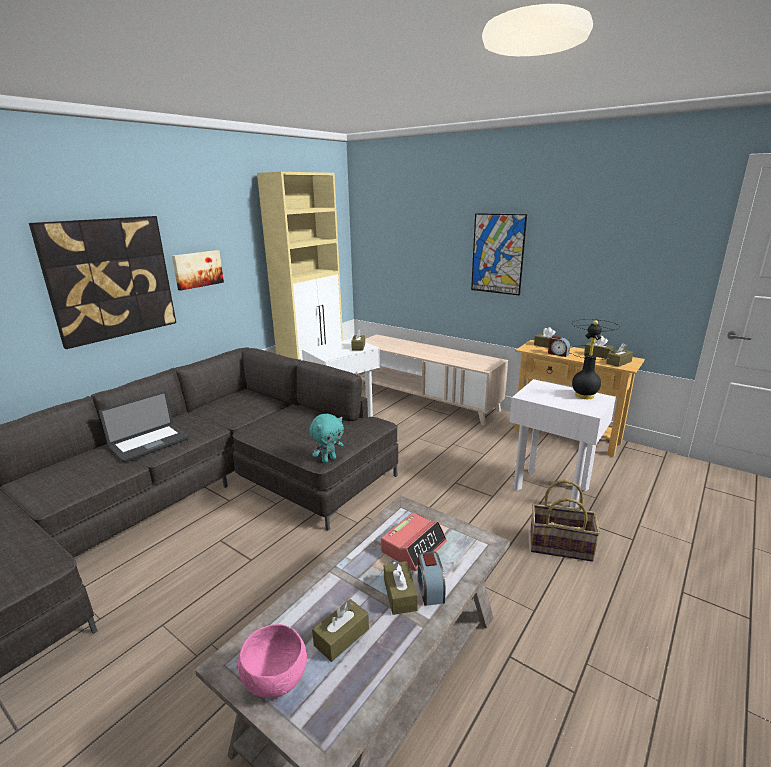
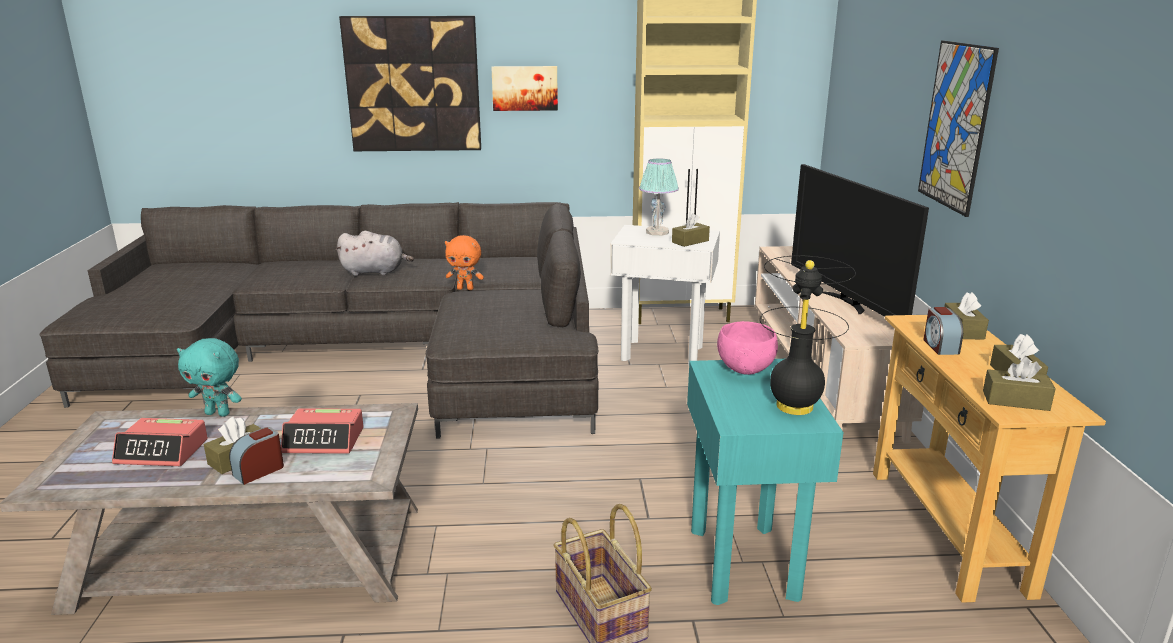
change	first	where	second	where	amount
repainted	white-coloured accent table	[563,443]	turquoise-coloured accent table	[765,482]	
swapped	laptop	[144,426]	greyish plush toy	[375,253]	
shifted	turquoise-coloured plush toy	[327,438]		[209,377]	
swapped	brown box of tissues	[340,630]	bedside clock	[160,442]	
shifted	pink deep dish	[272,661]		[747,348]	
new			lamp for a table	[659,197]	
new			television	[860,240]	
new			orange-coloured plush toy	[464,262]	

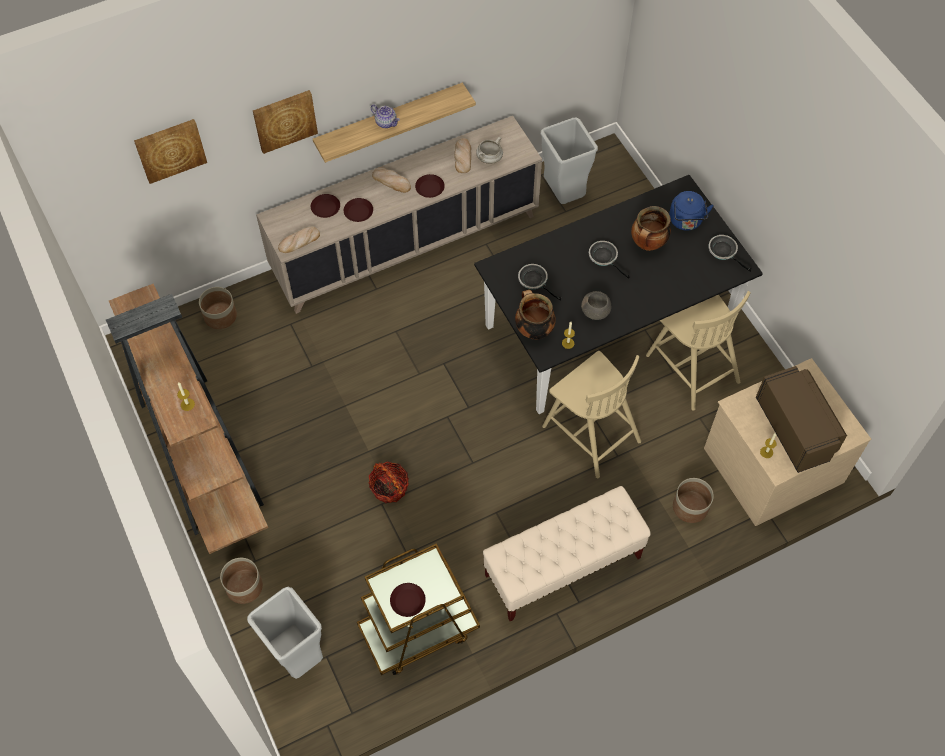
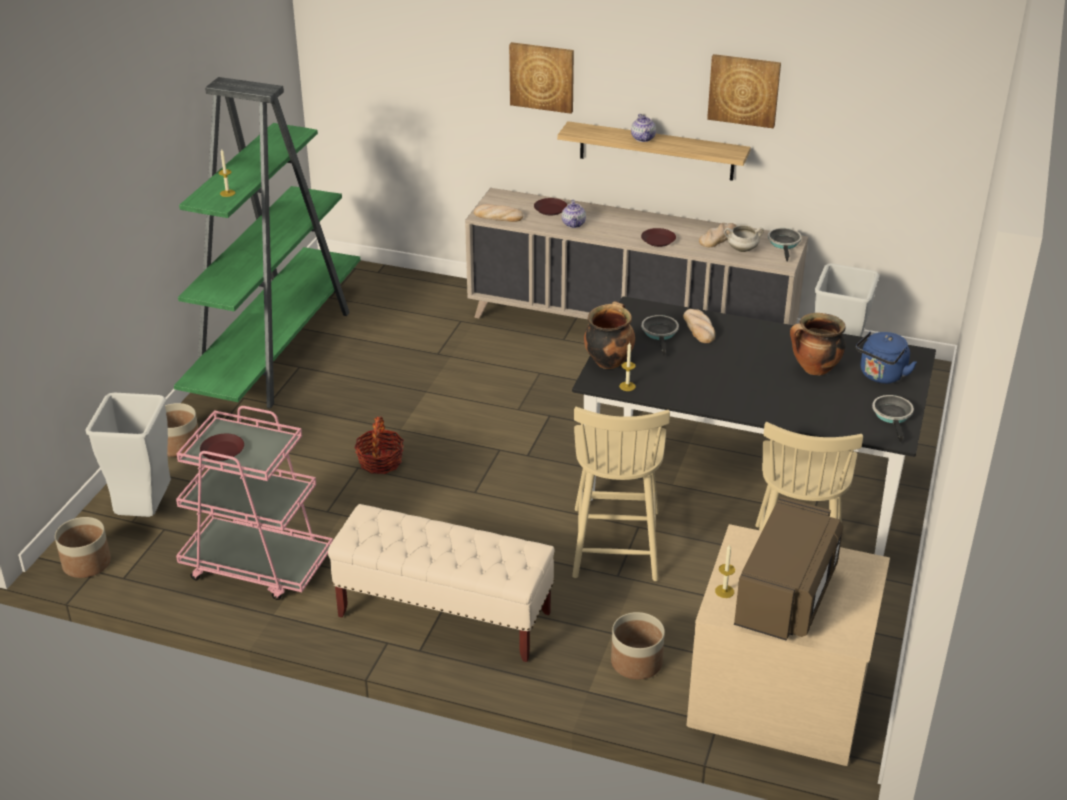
change	first	where	second	where	amount
shifted	picture	[170,151]		[744,91]	
shifted	baked bread	[391,180]		[699,326]	
swapped	brown dinner plate	[358,210]	pot for tea	[574,214]	
shifted	skillet	[609,260]		[785,245]	
repainted	brown bookshelf	[187,419]	green bookshelf	[267,243]	
shifted	plant pot	[218,308]		[83,547]	
gone	greyish deep dish	[596,305]			
repainted	brown cart	[418,609]	pink cart	[254,503]	

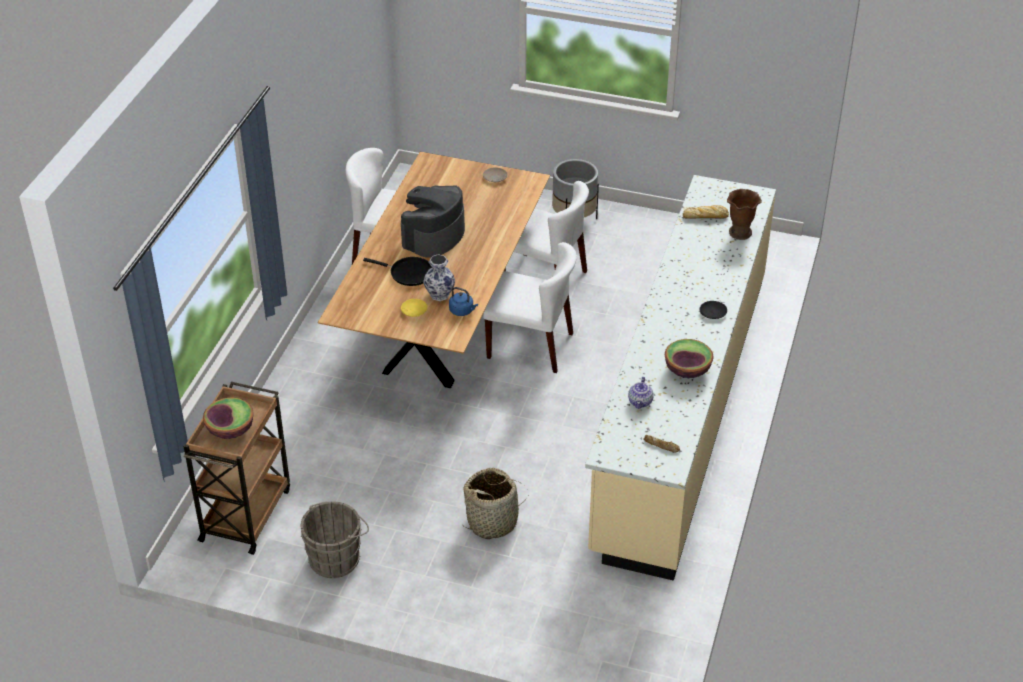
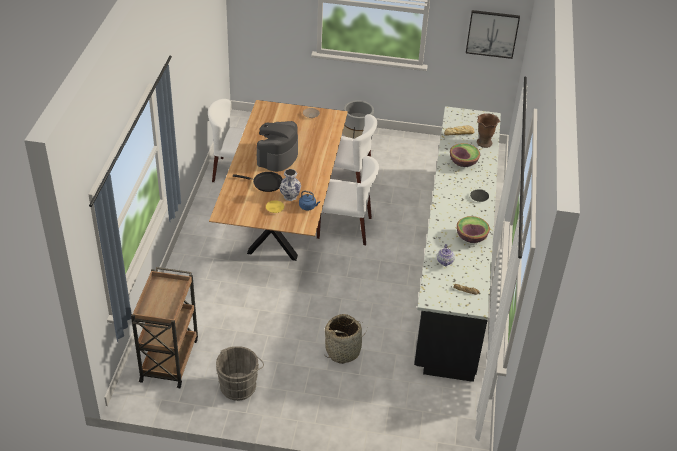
change	first	where	second	where	amount
repainted	sand-coloured counter	[680,378]	blackish counter	[457,244]	
shifted	deep dish	[228,418]		[465,155]	
new			picture	[493,34]	

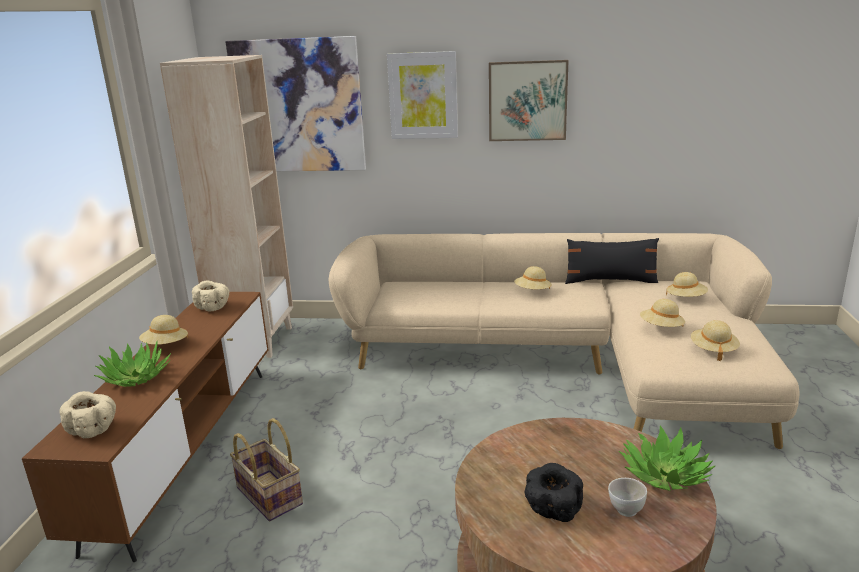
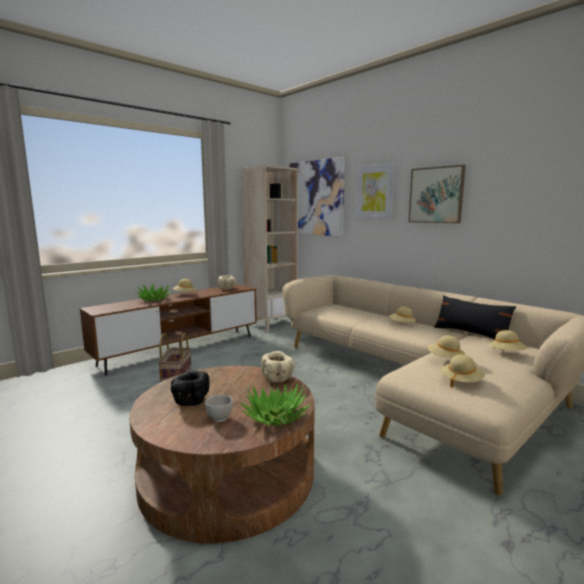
change	first	where	second	where	amount
shifted	sand-coloured deep dish	[87,414]		[278,366]	

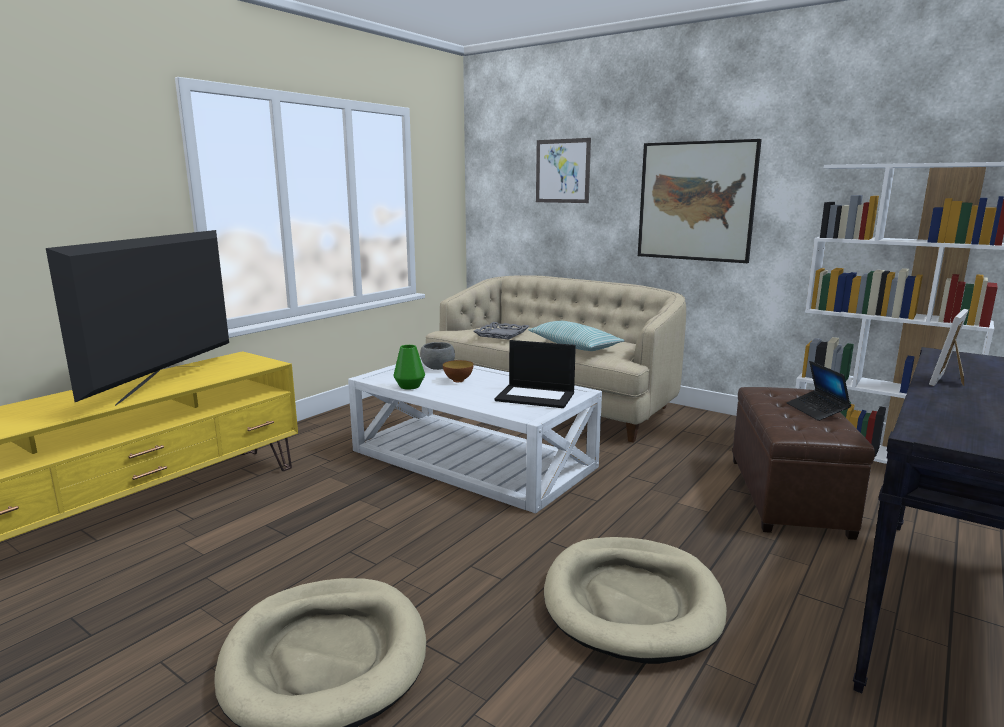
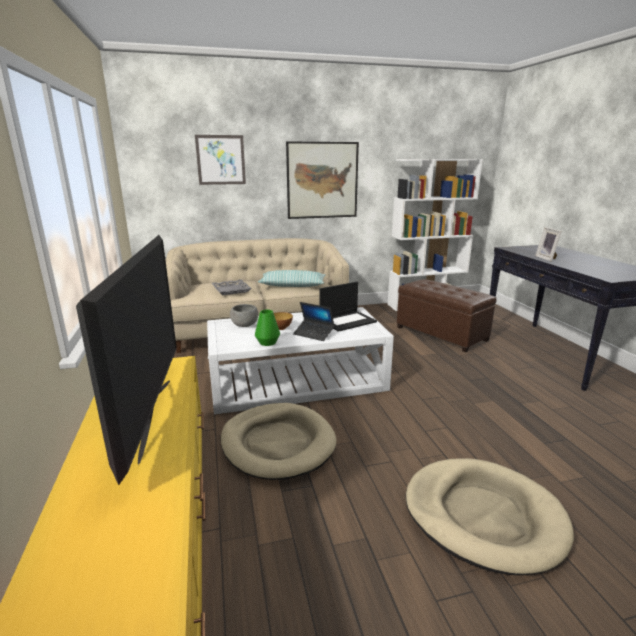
change	first	where	second	where	amount
rotated	television	[137,318]		[126,360]	150 degrees counterclockwise
shifted	laptop	[819,391]		[314,321]	
shifted	sand-coloured pet bed	[635,600]		[278,441]	

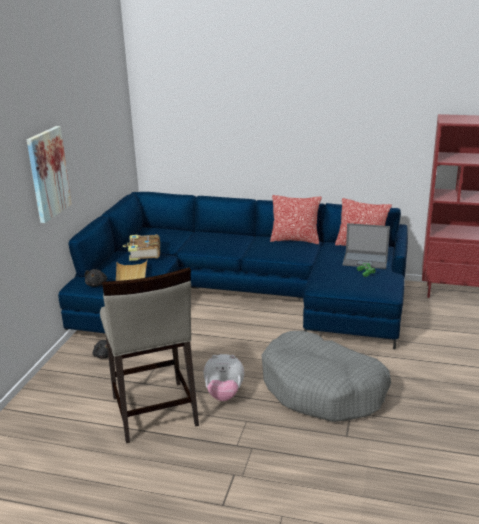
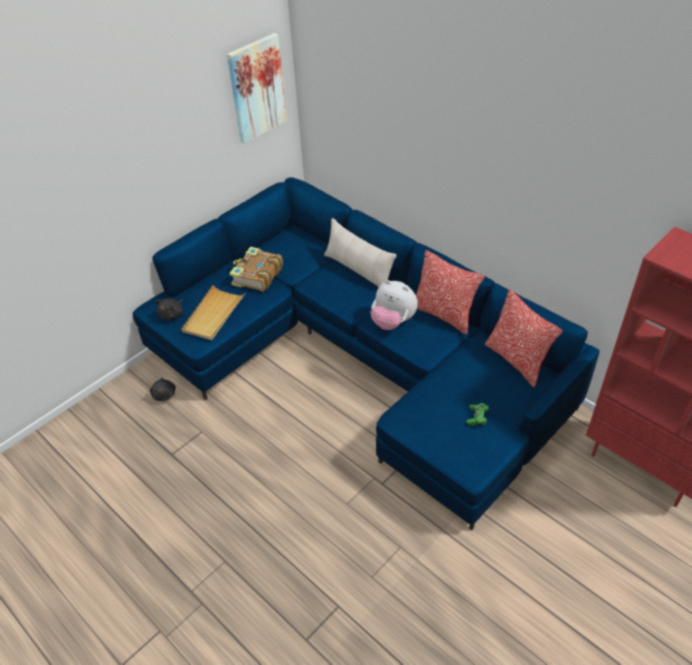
change	first	where	second	where	amount
shifted	picture	[49,174]		[257,88]	
gone	laptop	[366,246]			
gone	sand-coloured stool	[149,355]			
gone	greyish pet bed	[326,376]			
shifted	plush toy	[224,377]		[394,305]	
new			sand-coloured pillow	[360,252]	

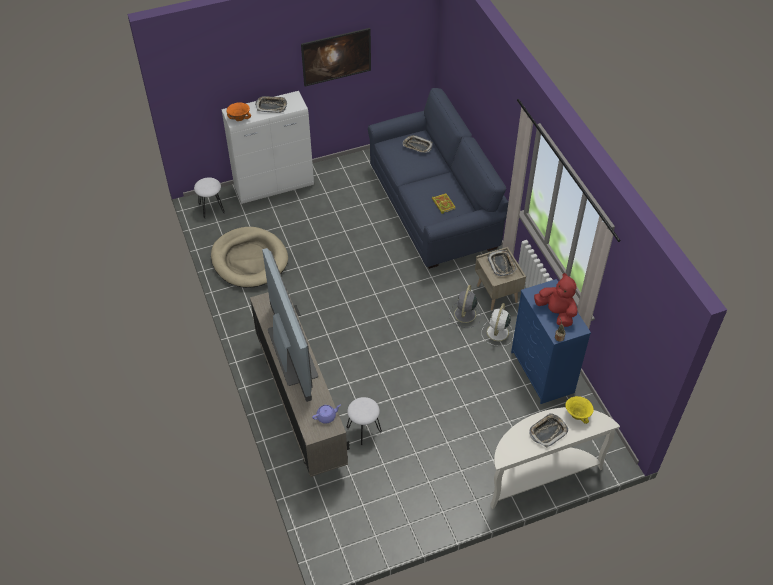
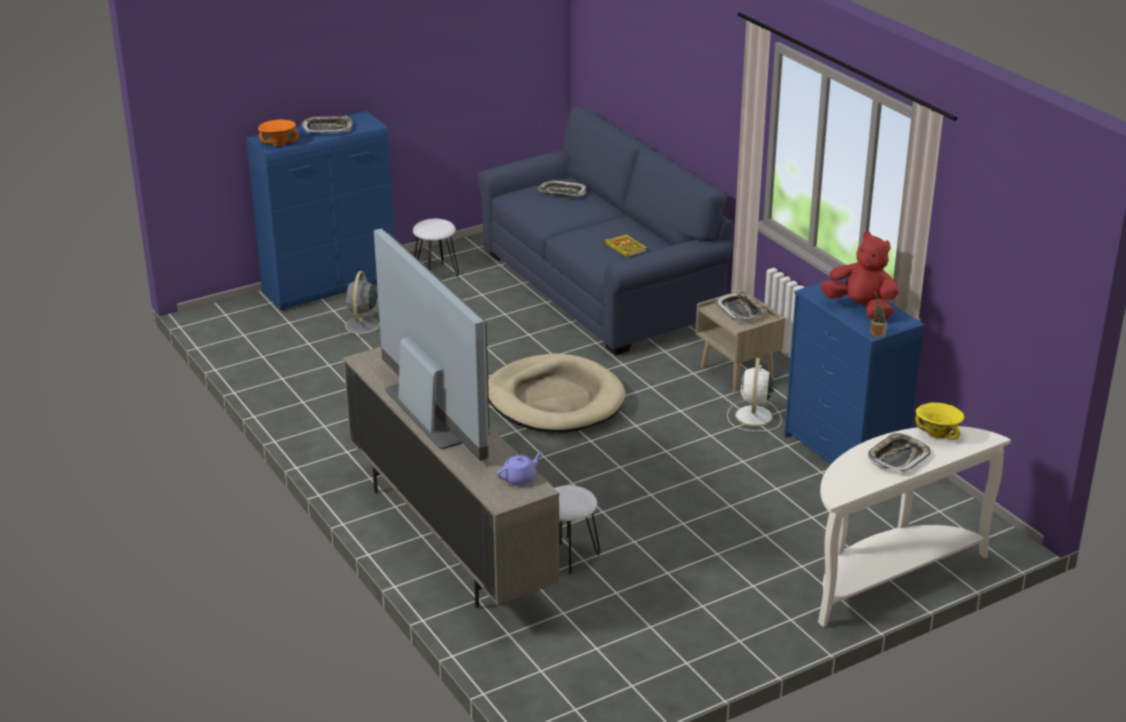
change	first	where	second	where	amount
gone	picture	[336,57]			
repainted	white-coloured storage cabinet	[267,147]	blue storage cabinet	[320,210]	
shifted	white-coloured stool	[209,197]		[436,247]	
shifted	sand-coloured pet bed	[249,257]		[556,393]	
shifted	greyish electric fan	[465,306]		[358,304]	

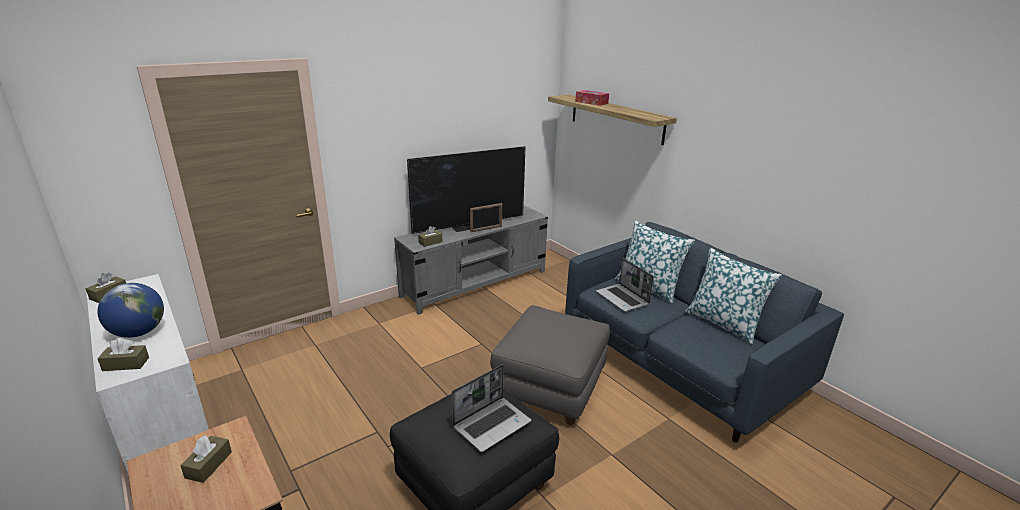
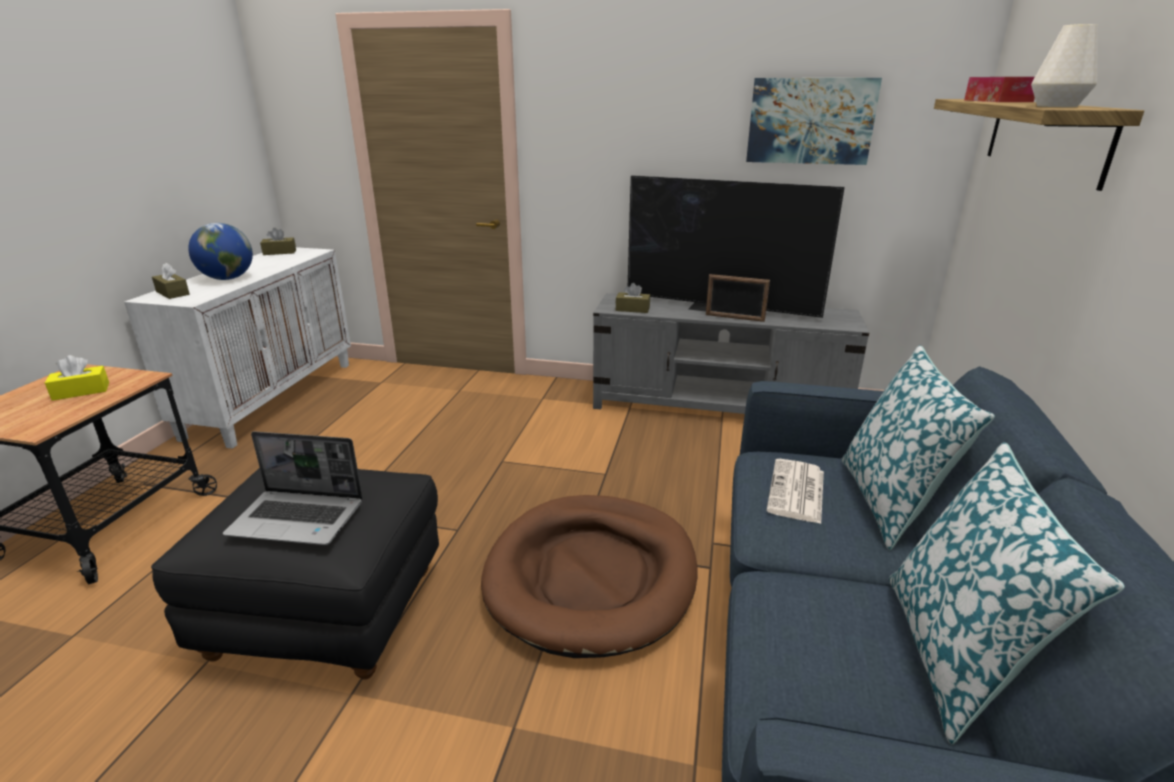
change	first	where	second	where	amount
swapped	laptop	[625,285]	daily paper	[795,491]	
swapped	greyish ottoman	[550,365]	brown pet bed	[589,576]	
repainted	brown box of tissues	[206,459]	yellow box of tissues	[77,378]	
new			white-coloured decorative vase	[1064,65]	
new			picture	[814,121]	

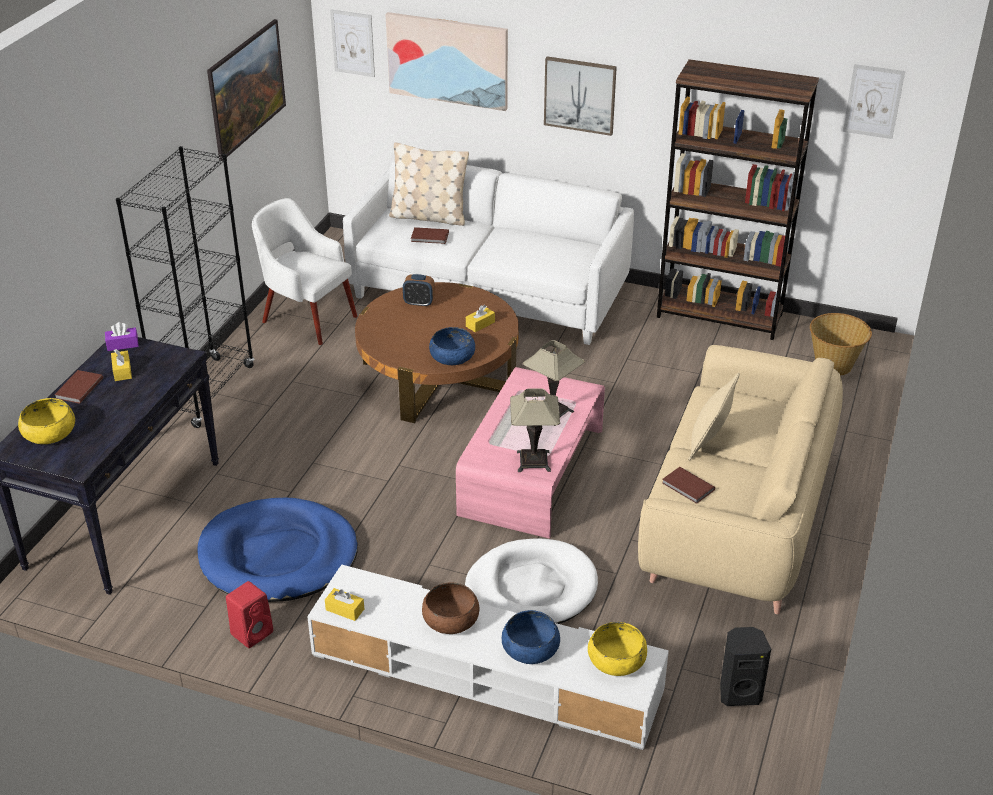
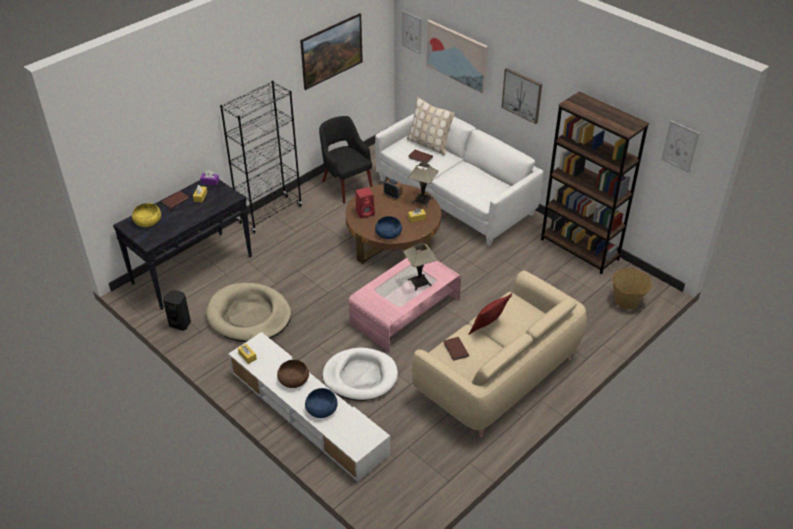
change	first	where	second	where	amount
repainted	white-coloured armchair	[304,271]	blackish armchair	[346,160]	
repainted	sand-coloured pillow	[714,417]	red pillow	[490,314]	
shifted	lamp for a table	[535,430]		[423,185]	
repainted	blue pet bed	[277,550]	sand-coloured pet bed	[248,312]	
shifted	red speaker	[249,614]		[365,202]	
gone	yellow deep dish	[617,649]			
shifted	blackish speaker	[745,666]		[177,310]	

